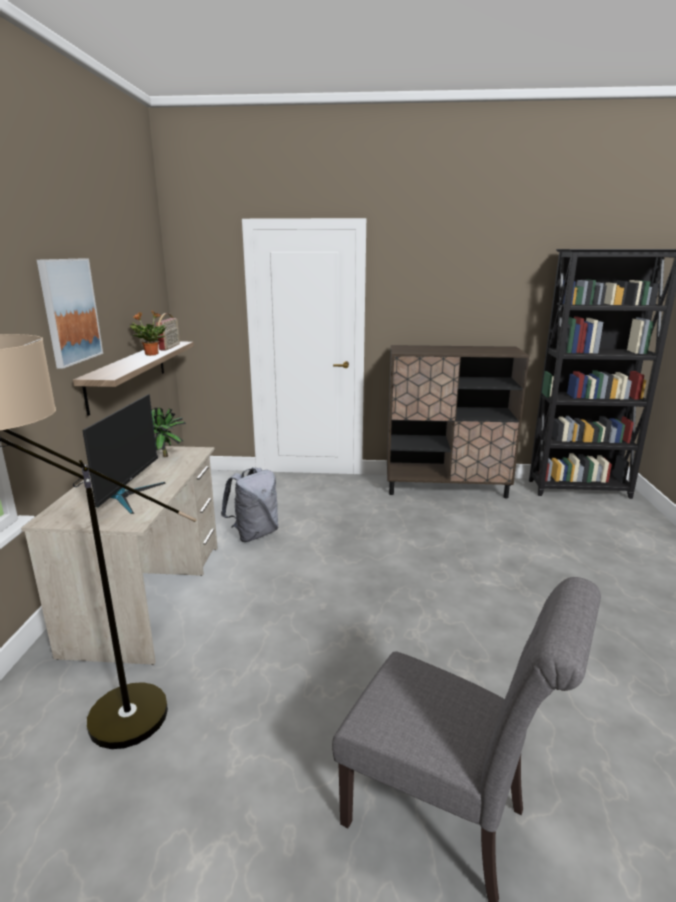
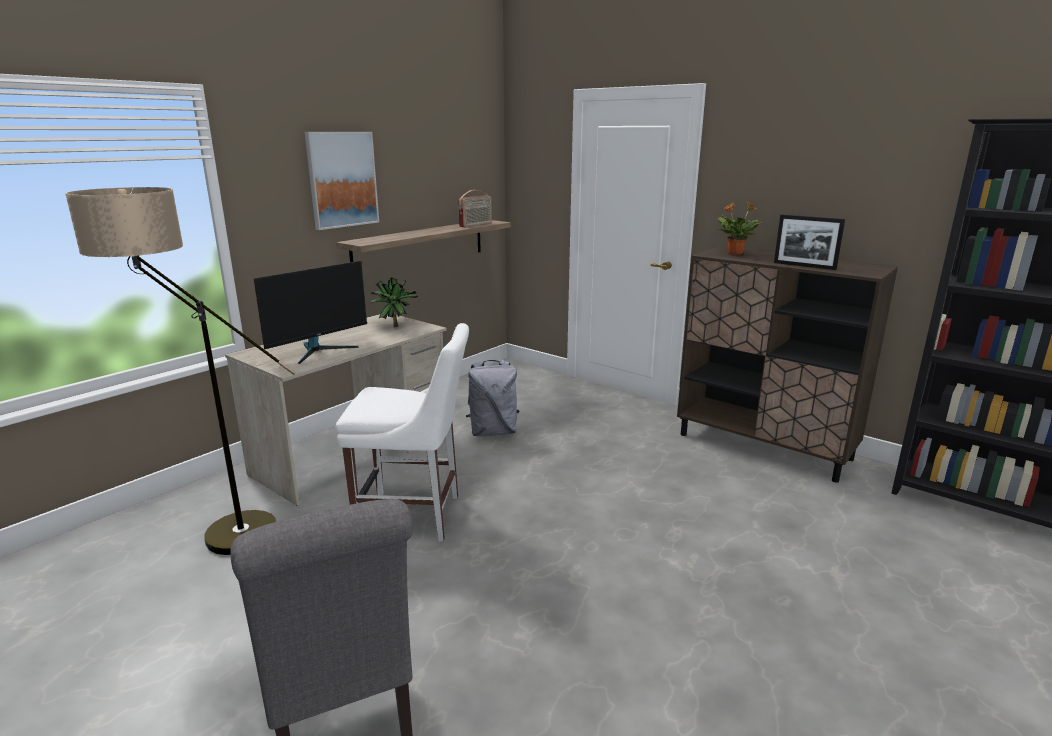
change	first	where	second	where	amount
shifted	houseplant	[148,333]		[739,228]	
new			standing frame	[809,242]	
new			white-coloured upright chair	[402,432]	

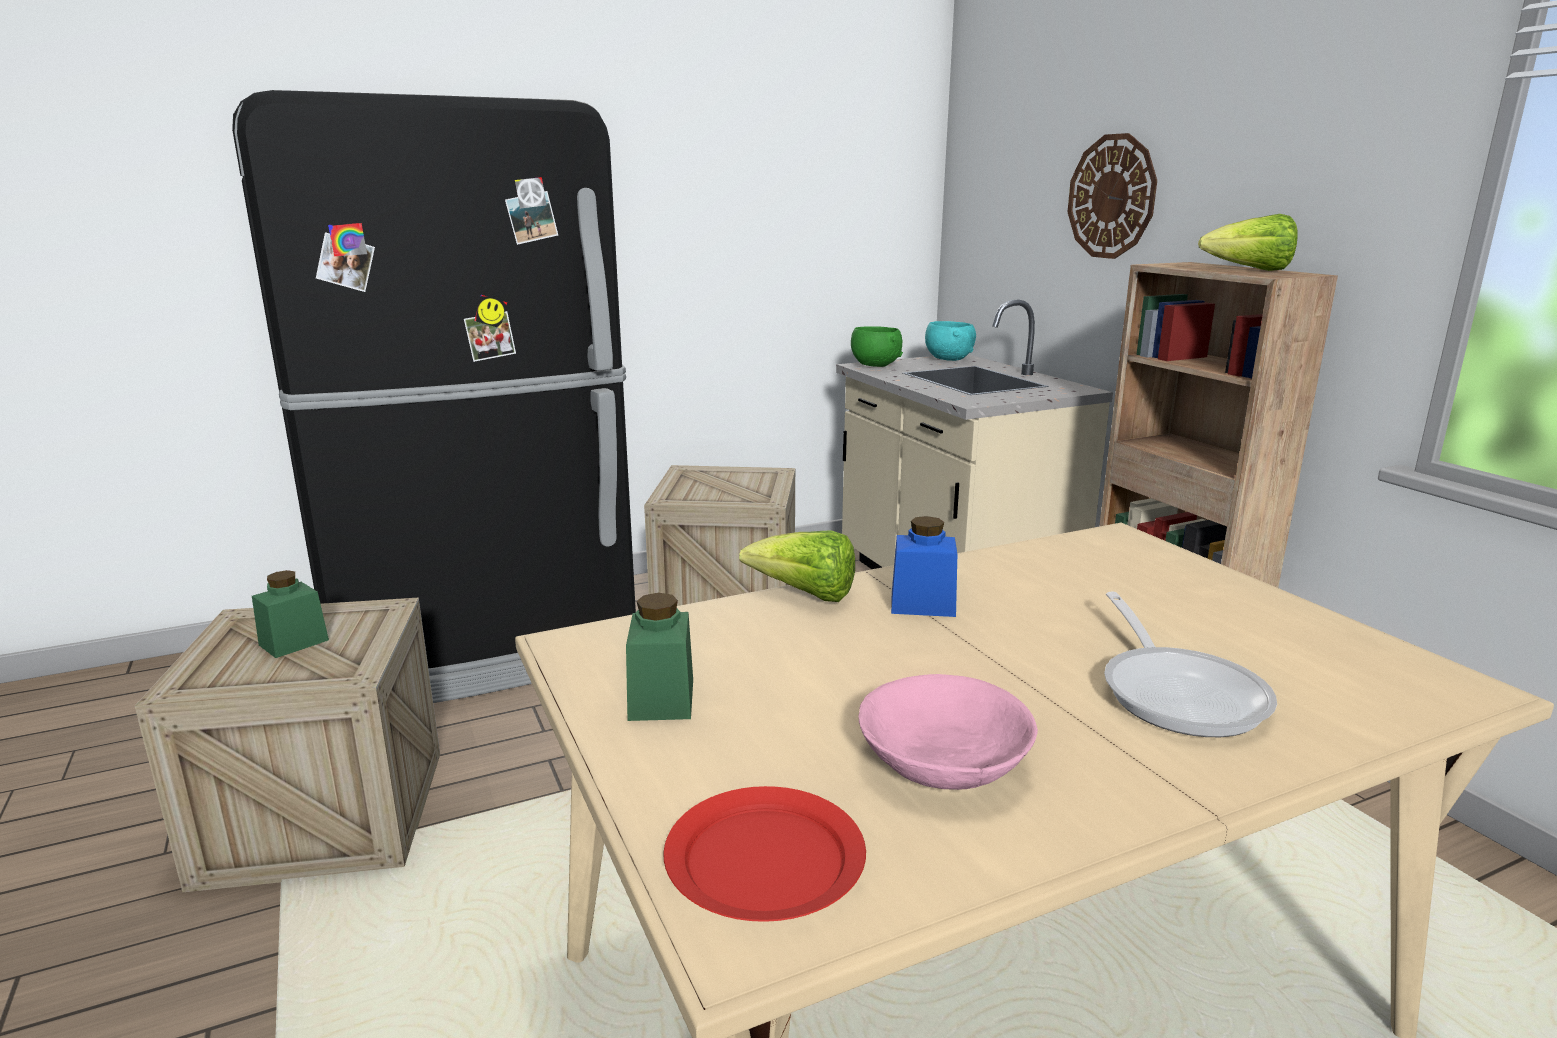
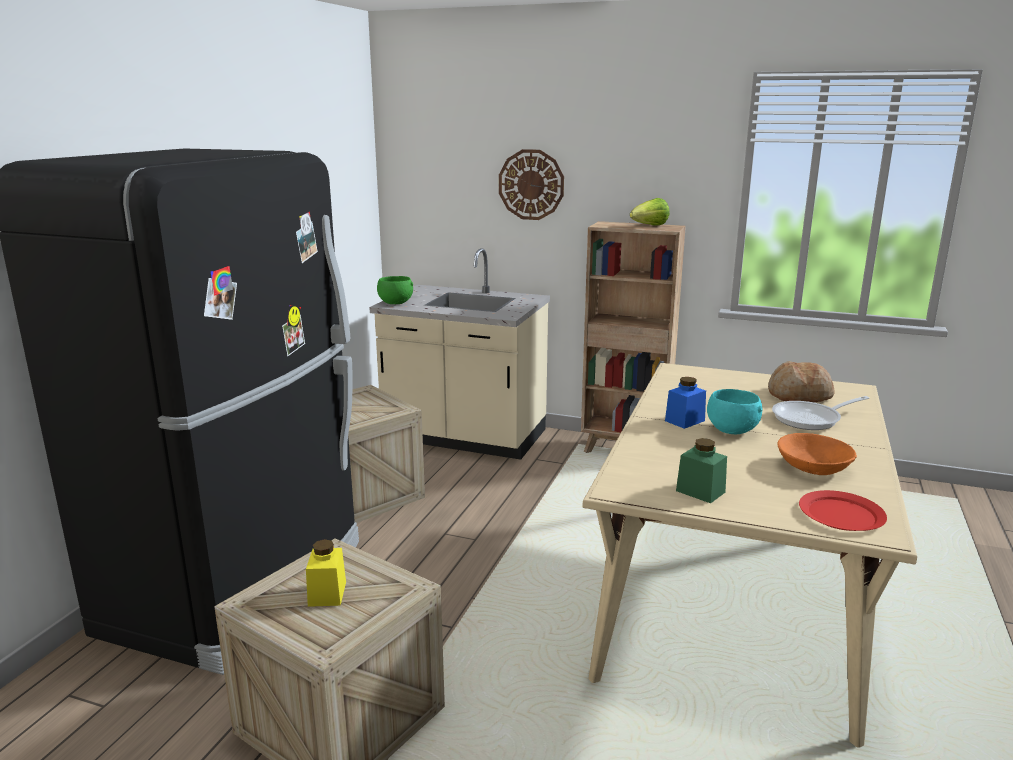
change	first	where	second	where	amount
shifted	turquoise-coloured deep dish	[950,341]		[735,411]	
gone	head of lettuce	[797,566]			
repainted	green storage jar	[290,614]	yellow storage jar	[326,573]	
rotated	skillet	[1190,664]		[820,413]	120 degrees clockwise
repainted	pink deep dish	[948,732]	orange-coloured deep dish	[817,454]	
new			baked bread	[801,381]	

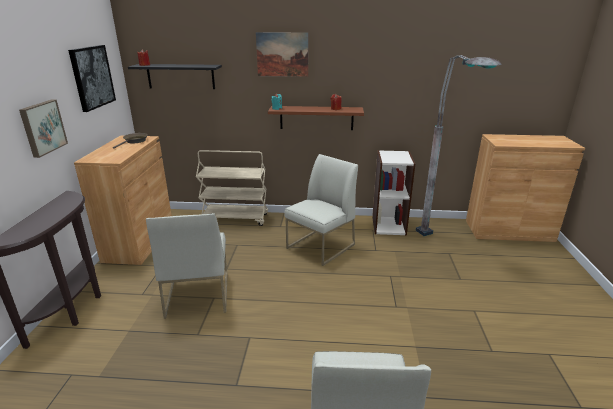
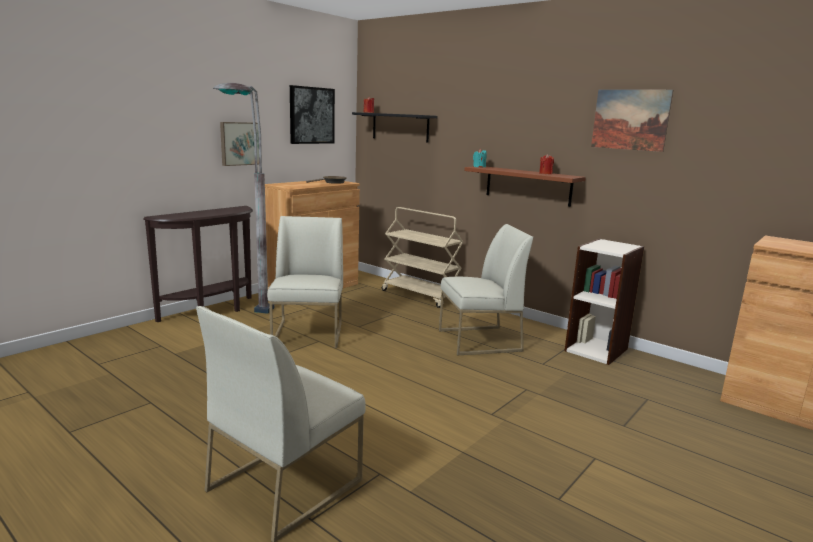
change	first	where	second	where	amount
shifted	picture	[282,54]		[632,120]	
shifted	greyish floor lamp	[458,145]		[243,198]	
rotated	white-coloured upright chair	[187,266]		[305,282]	150 degrees clockwise

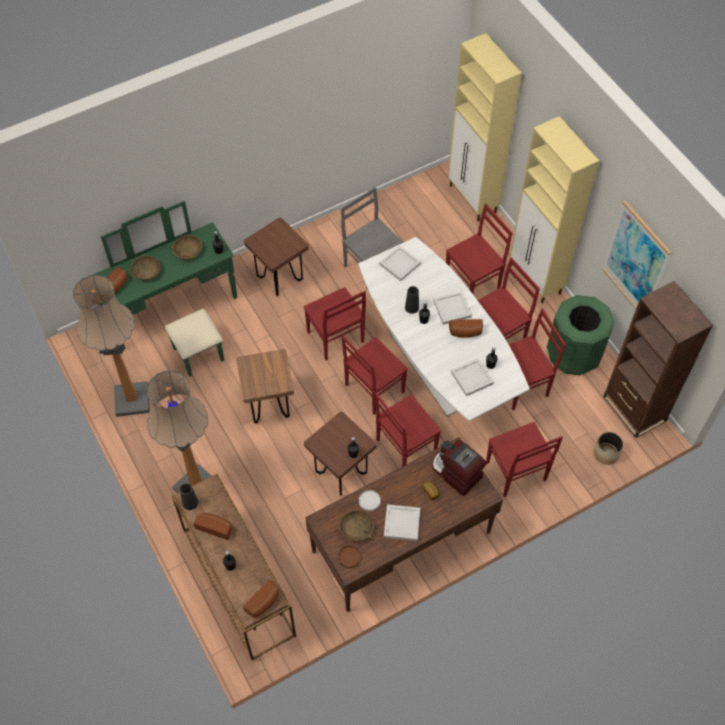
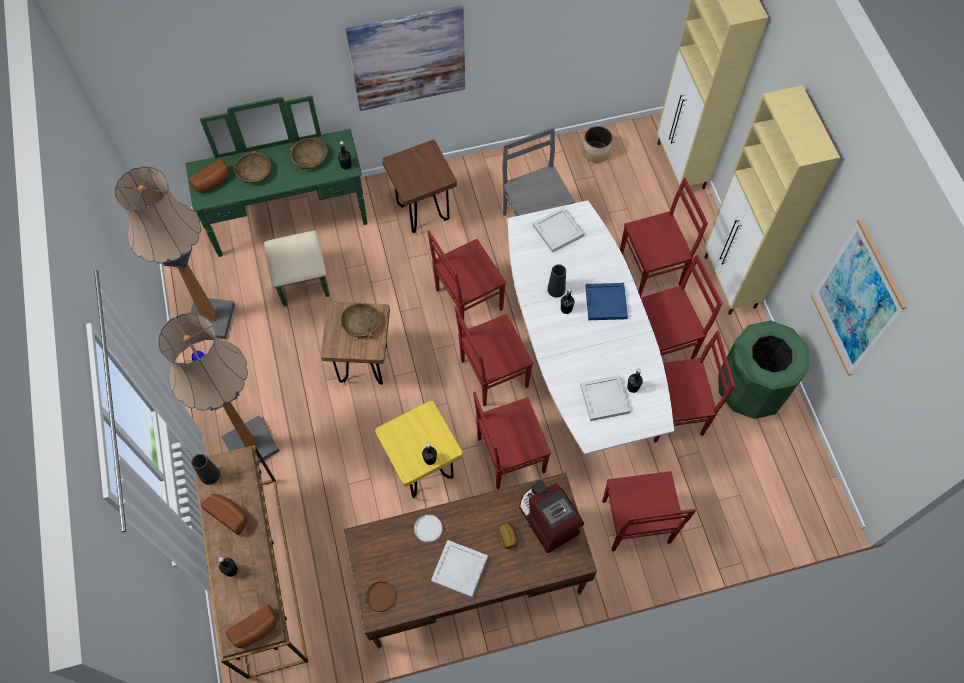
change	first	where	second	where	amount
gone	brown bookshelf	[658,359]			
rotated	red upright chair	[335,323]		[466,280]	75 degrees clockwise
repainted	white-coloured tray	[452,308]	blue tray	[606,301]	
gone	baked bread	[466,328]			
repainted	brown stool	[340,453]	yellow stool	[419,449]	
shifted	plant pot	[609,448]		[597,144]	
shifted	brown deep dish	[356,525]		[360,321]	
new			picture	[405,58]	

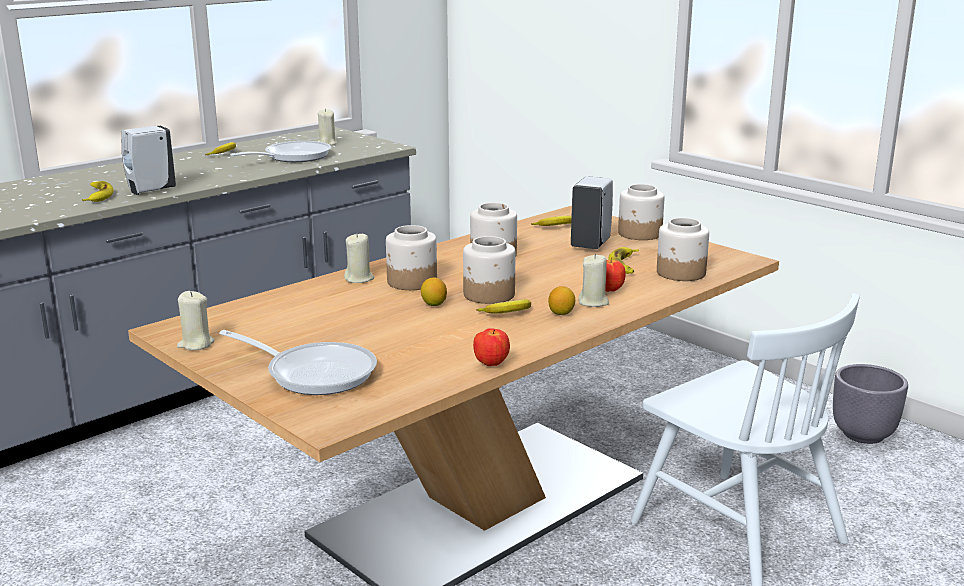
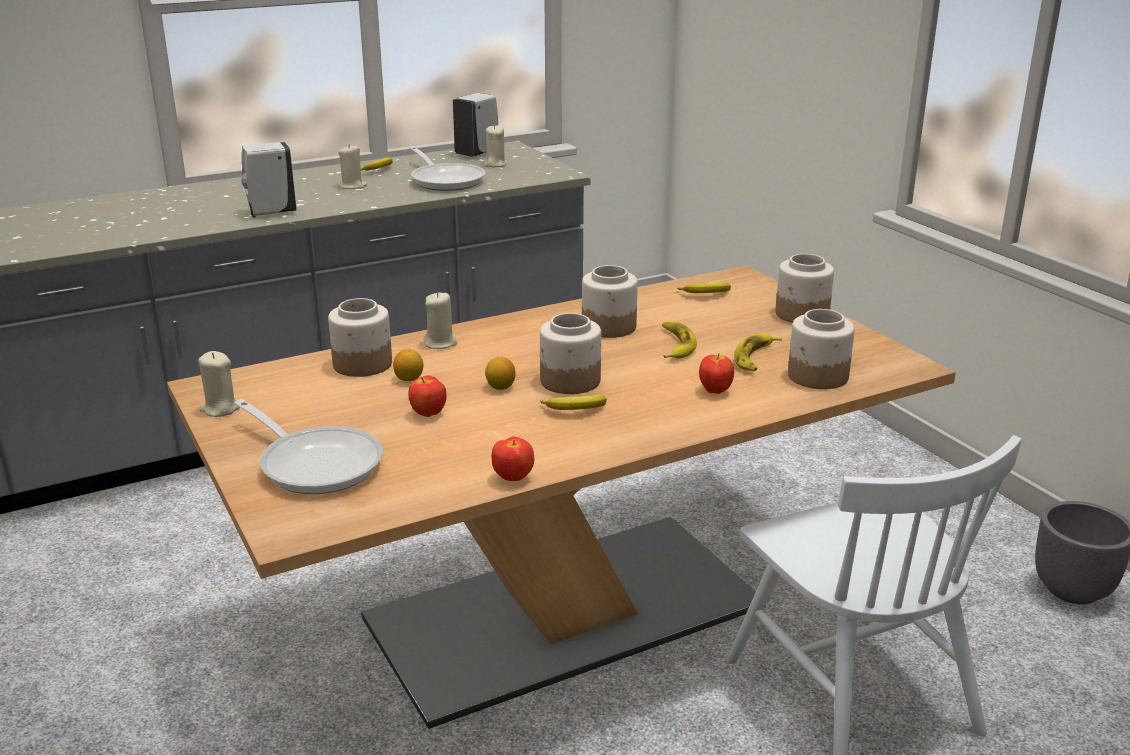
change	first	where	second	where	amount
rotated	skillet	[280,151]		[447,168]	90 degrees clockwise
shifted	white-coloured soap dispenser	[592,212]		[475,125]	
shifted	banana fruit	[97,191]		[679,340]	
shifted	storage jar	[411,257]		[360,337]	
shifted	sand-coloured wax candle	[593,280]		[352,166]	
shifted	lemon	[561,300]		[408,365]	
new			apple fruit	[427,396]	

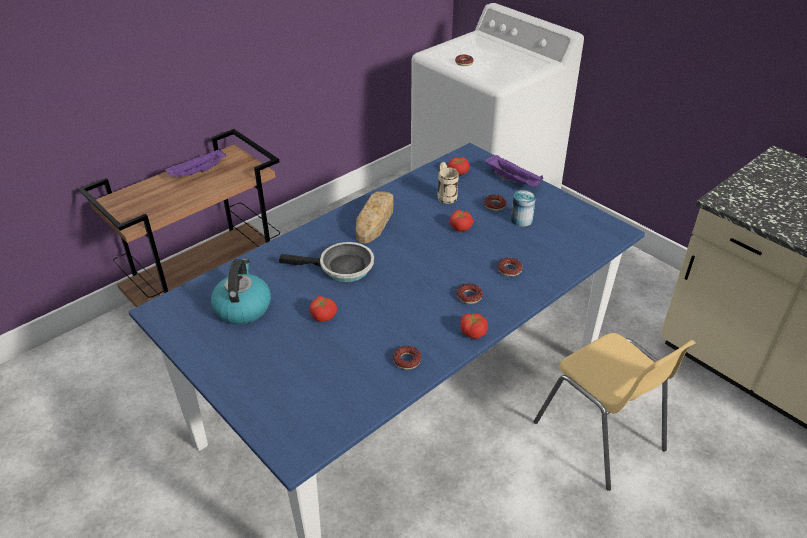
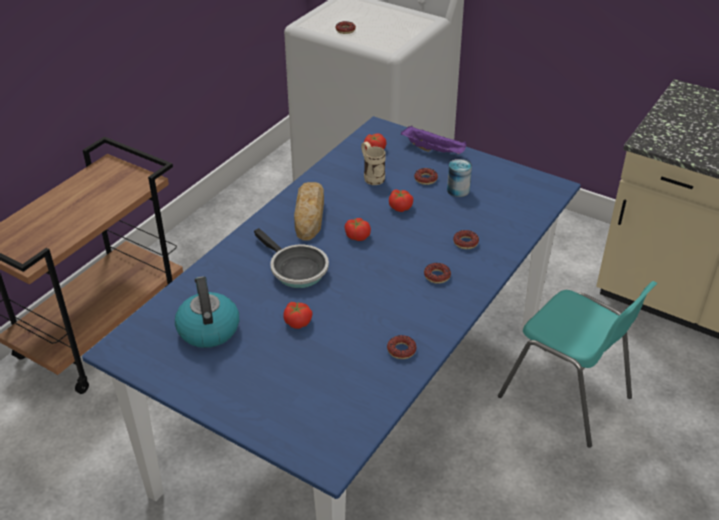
change	first	where	second	where	amount
gone	purplish tray	[195,163]			
rotated	skillet	[326,262]		[291,258]	60 degrees clockwise
shifted	whole tomato	[474,326]		[357,229]	
repainted	yellow upright chair	[615,412]	turquoise-coloured upright chair	[577,364]	

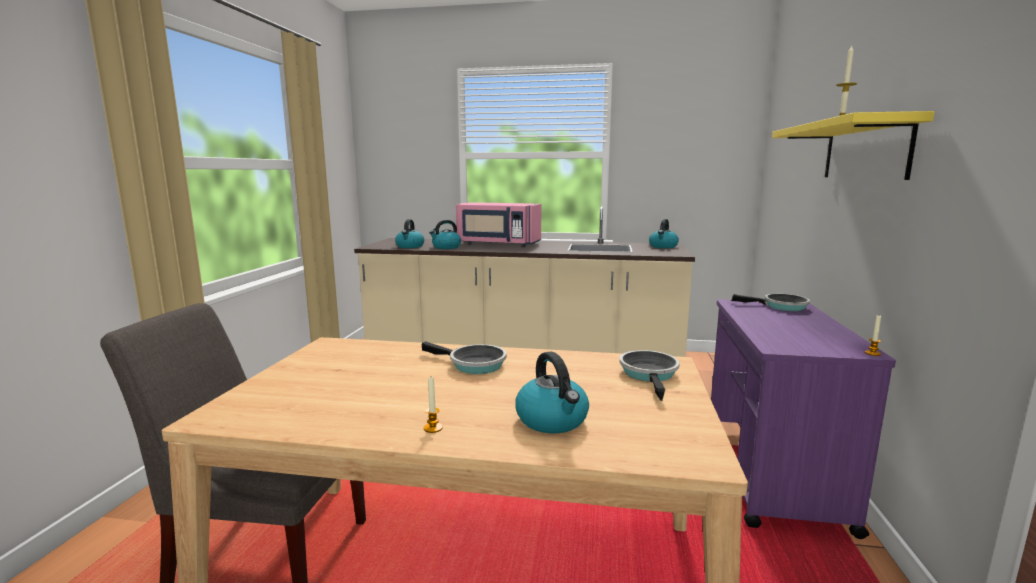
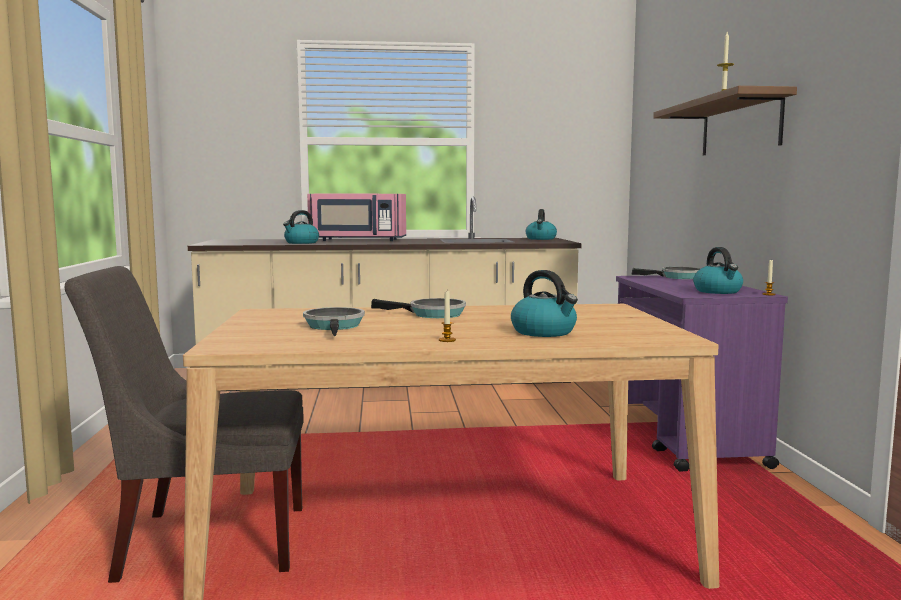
change	first	where	second	where	amount
repainted	yellow wall shelf	[853,145]	brown wall shelf	[725,120]	
shifted	water kettle	[410,233]		[718,270]	
shifted	skillet	[649,375]		[334,321]	

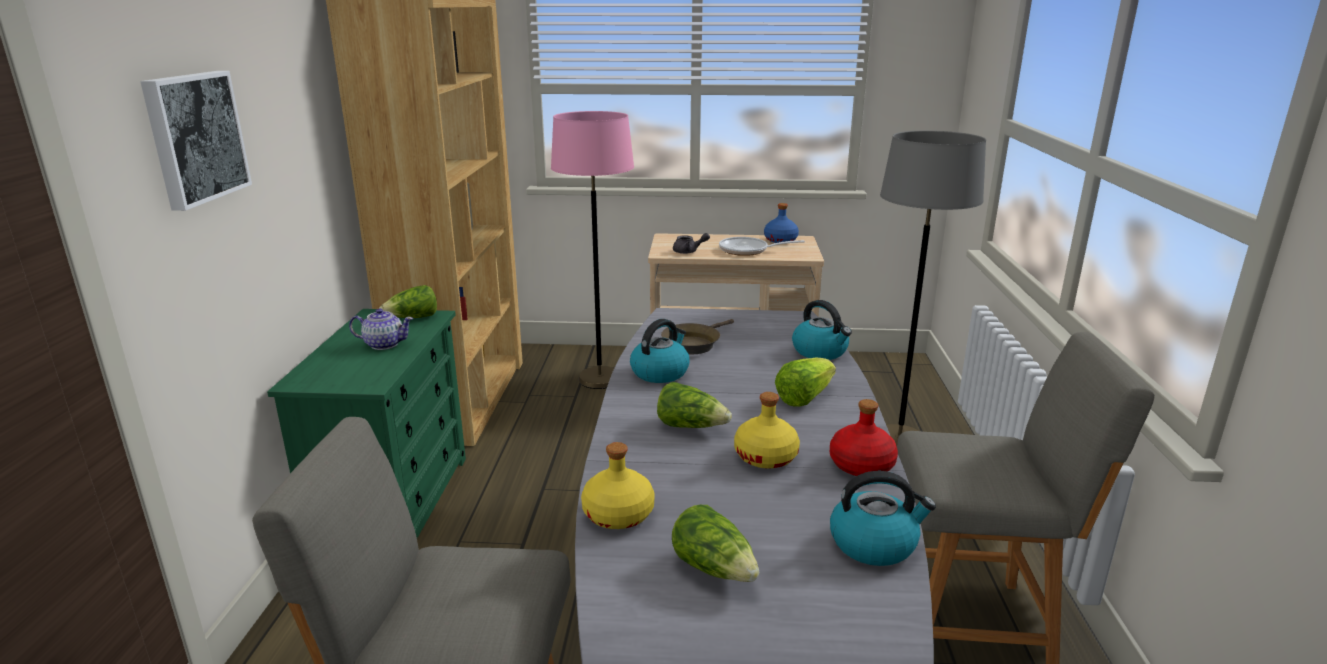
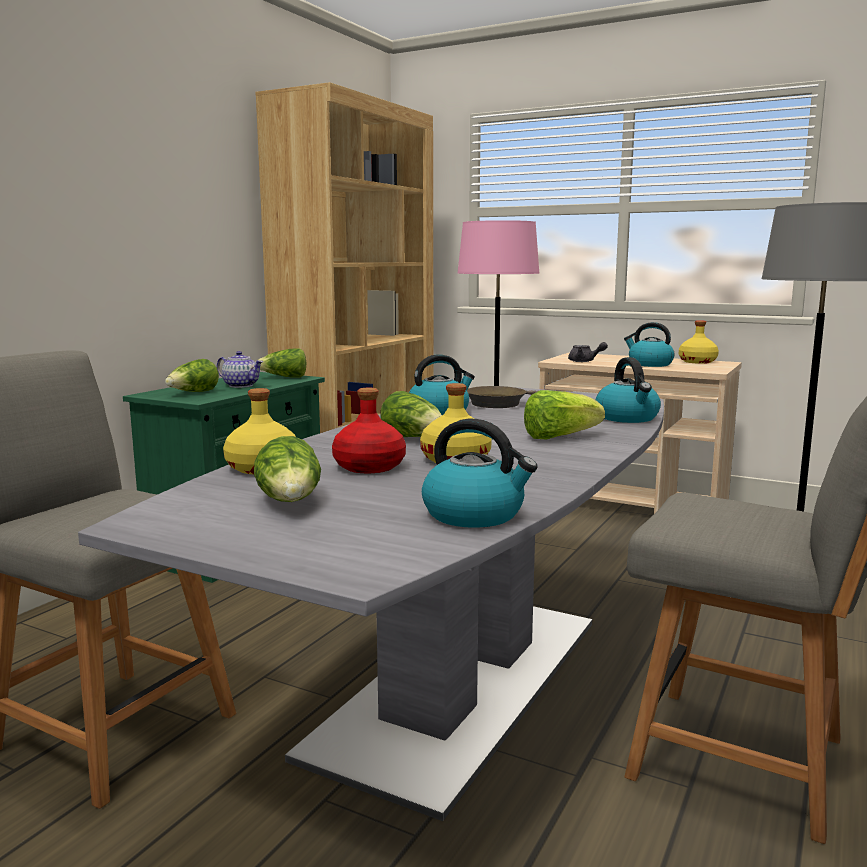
change	first	where	second	where	amount
gone	picture	[196,141]			
repainted	blue drink bottle	[781,223]	yellow drink bottle	[699,342]	
swapped	skillet	[762,246]	water kettle	[649,344]	
shifted	red drink bottle	[864,437]		[369,430]	
new			head of lettuce	[192,375]	

